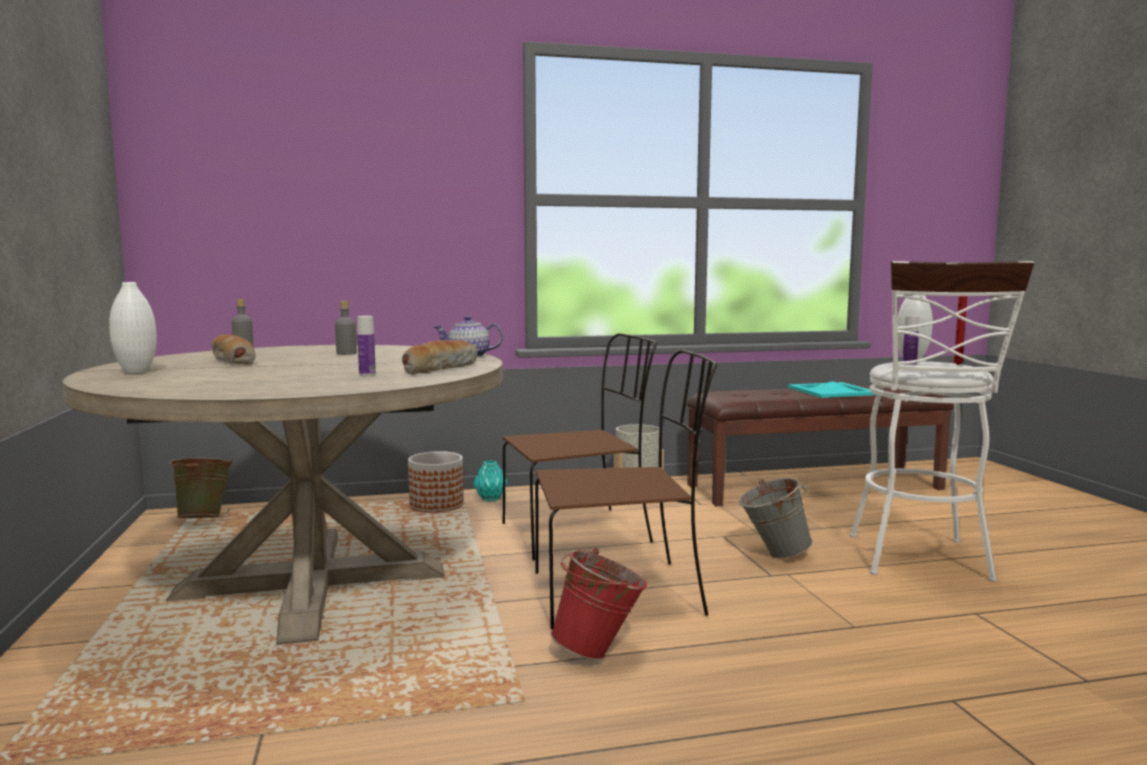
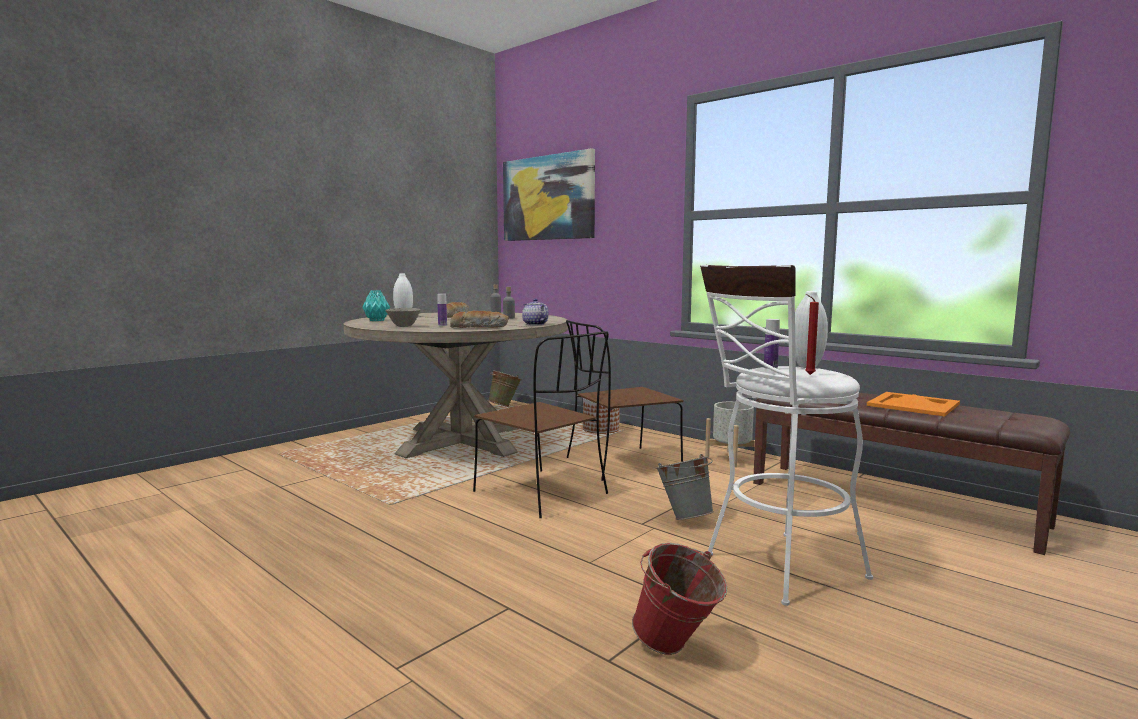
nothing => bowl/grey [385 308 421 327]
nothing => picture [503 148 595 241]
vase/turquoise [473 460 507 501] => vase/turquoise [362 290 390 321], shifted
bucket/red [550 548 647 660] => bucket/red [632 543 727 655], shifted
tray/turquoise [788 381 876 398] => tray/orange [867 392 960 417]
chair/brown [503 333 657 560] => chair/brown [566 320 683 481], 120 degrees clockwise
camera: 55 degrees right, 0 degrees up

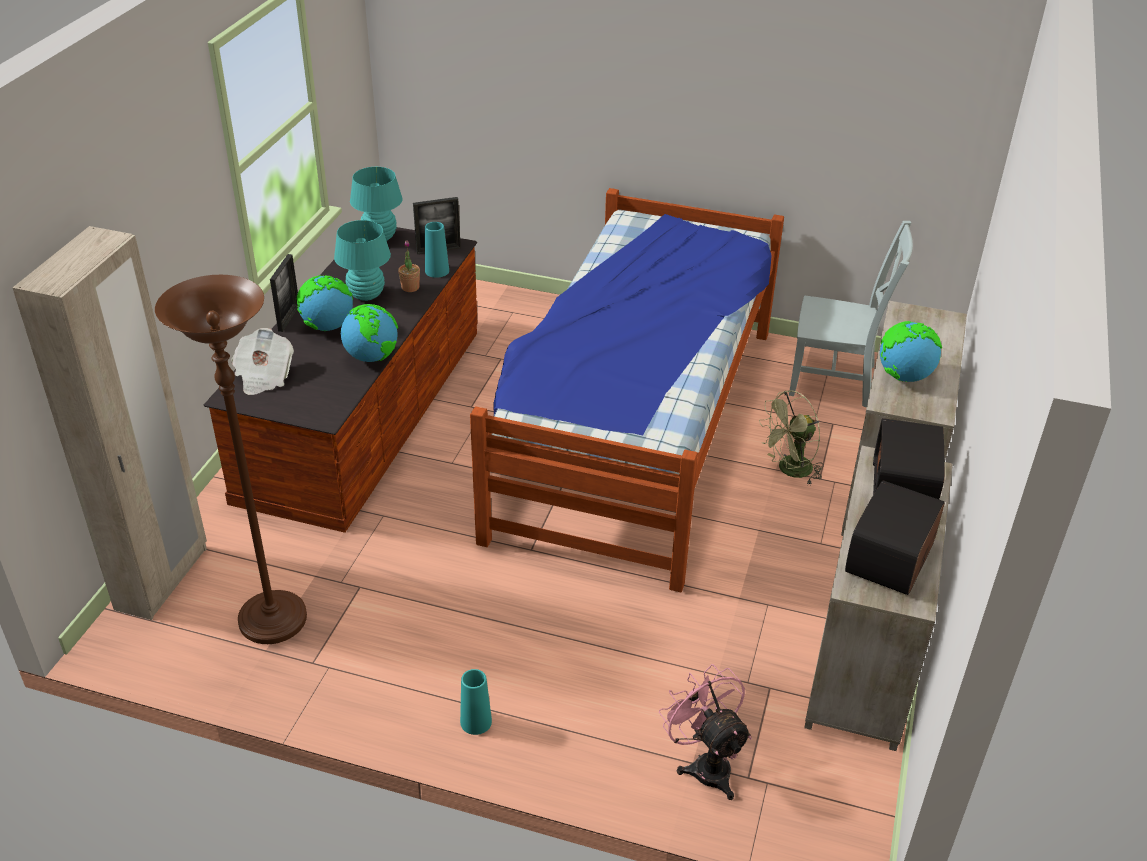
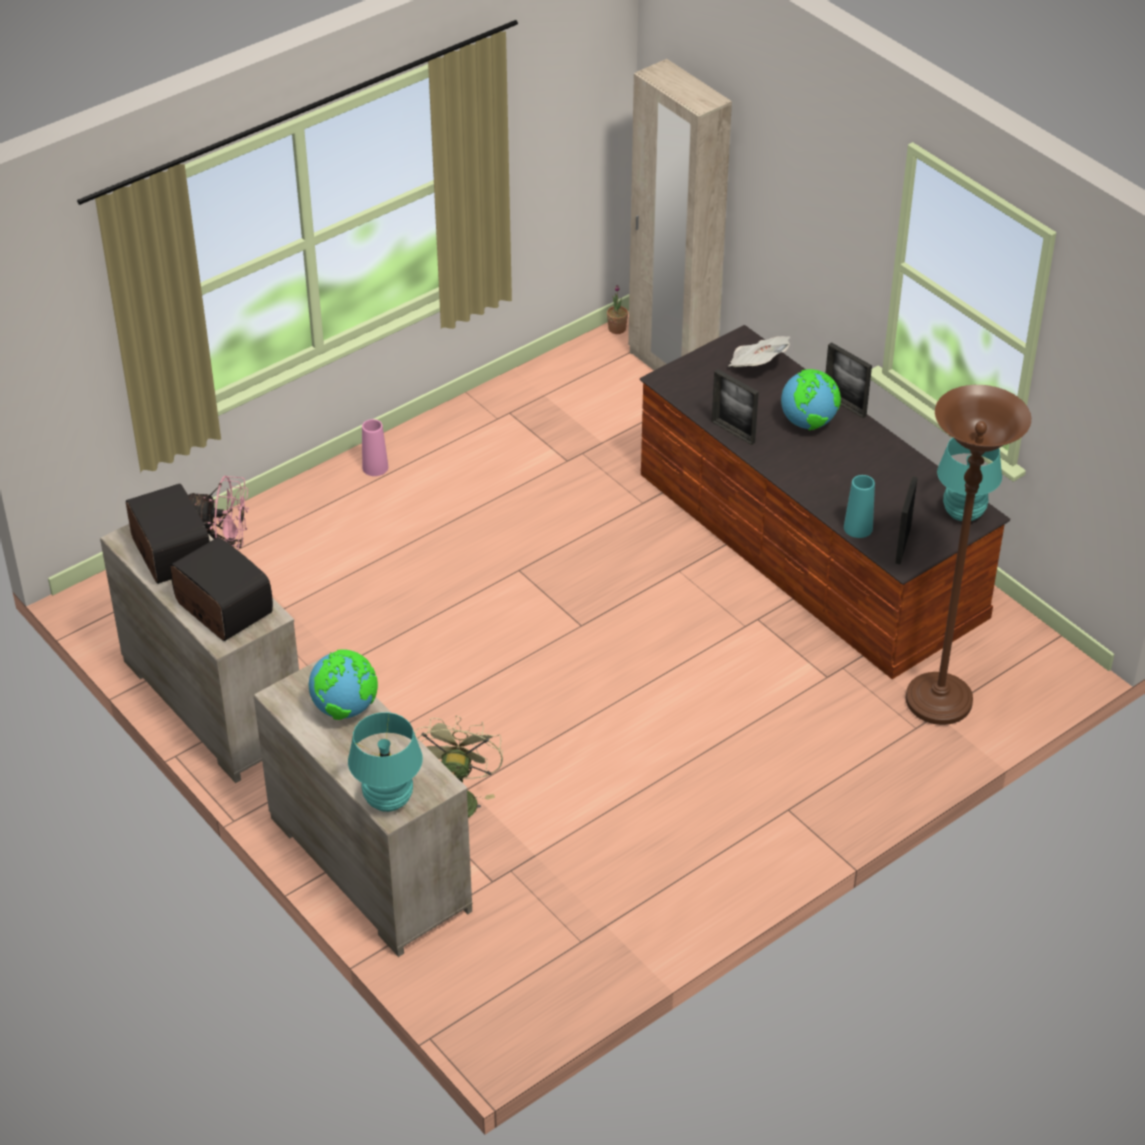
bed [470 188 784 592] => nothing
chair/grey [789 221 913 407] => nothing
floor lamp/brown [155 275 307 644] => floor lamp/brown [906 385 1031 725], shifted
table lamp/turquoise [334 220 391 301] => table lamp/turquoise [348 712 423 812], shifted
potted plant [398 240 420 292] => potted plant [607 285 628 334], shifted
globe [341 304 398 362] => picture frame [712 369 759 445]
vase/turquoise [460 669 492 735] => vase/pink [362 419 388 476]
camera: 125 degrees right, 5 degrees up

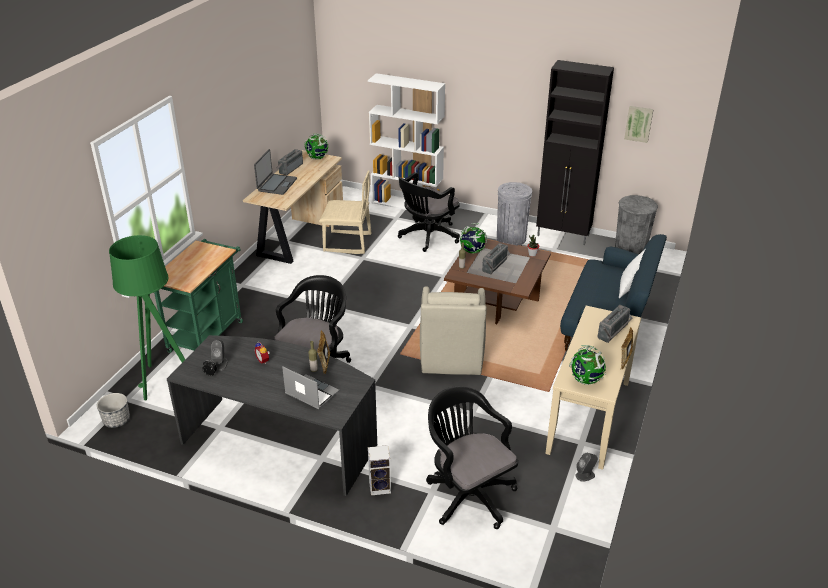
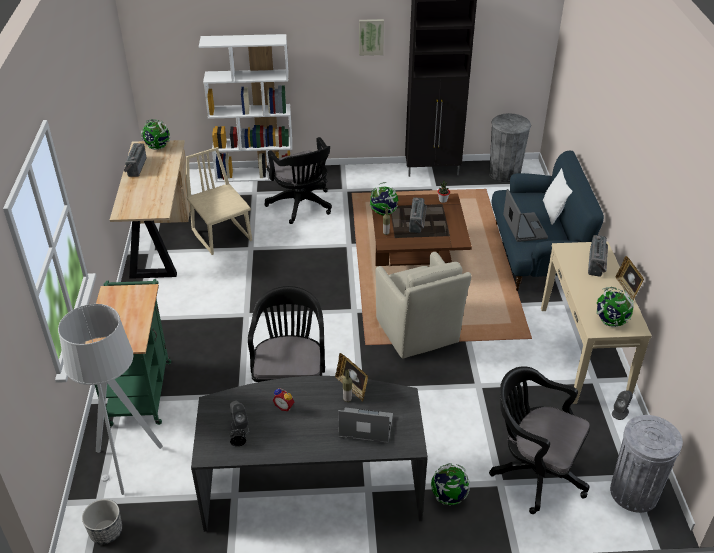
laptop [254 149 297 195] => laptop [503 189 548 242], shifted
trash can/grey [497 182 532 246] => trash can/grey [610 415 683 513], shifted
picture [624 106 654 143] => picture [359 19 384 56], shifted
speaker [368 445 391 496] => globe [431 463 470 506]
floor lamp/green [109 235 185 400] => floor lamp/grey [58 304 163 495]
chair/beige [319 171 372 254] => chair/beige [186 147 252 255], 105 degrees counterclockwise
office chair/black [398 172 460 252] => office chair/black [265 137 332 224], 45 degrees counterclockwise
camera: 25 degrees left, 5 degrees up

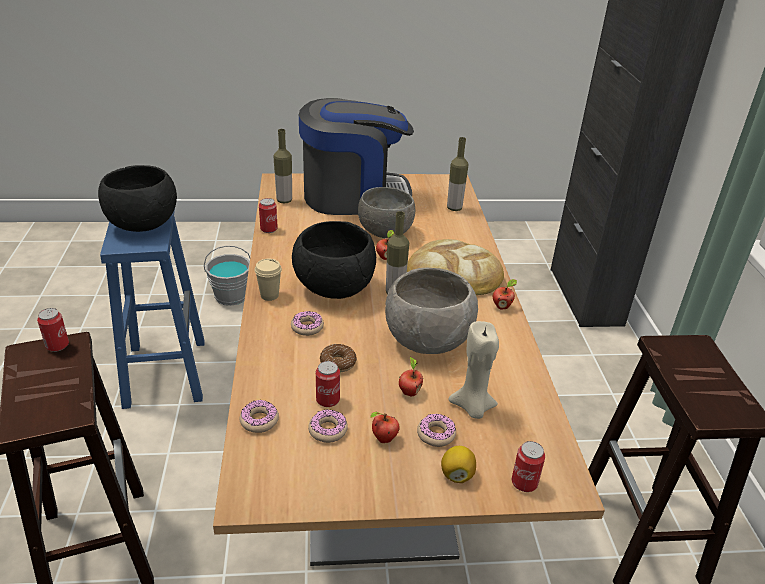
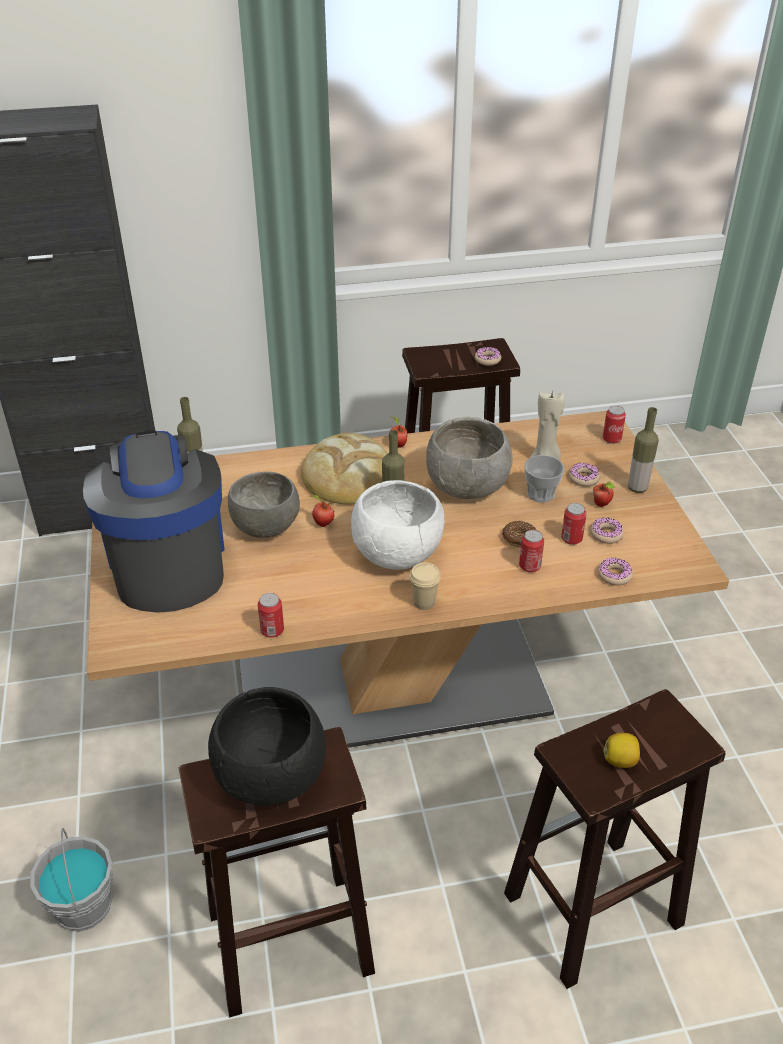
can [37 308 69 352] => can [519 530 544 572], shifted
bottle [273 129 292 204] => bottle [628 407 659 493], shifted
donut [291 311 324 336] => donut [475 347 501 366], shifted
lemon [441 446 476 483] => lemon [603 733 640 768], shifted
apple [399 357 423 396] => cup [524 455 564 503]
stool/blue [100 209 205 409] => stool/brown [179 727 375 1017]
bowl/black [292 221 376 299] => bowl/white [351 480 444 570]
camera: 95 degrees left, 5 degrees up

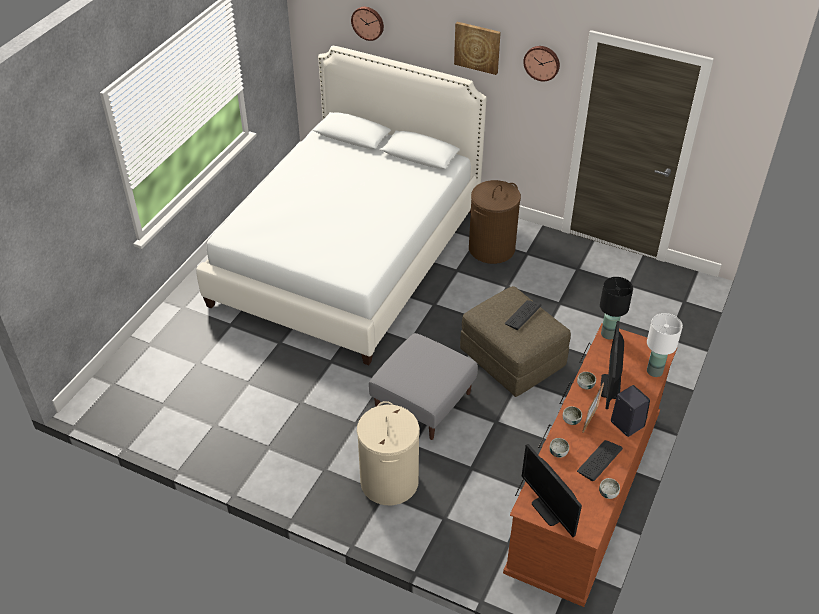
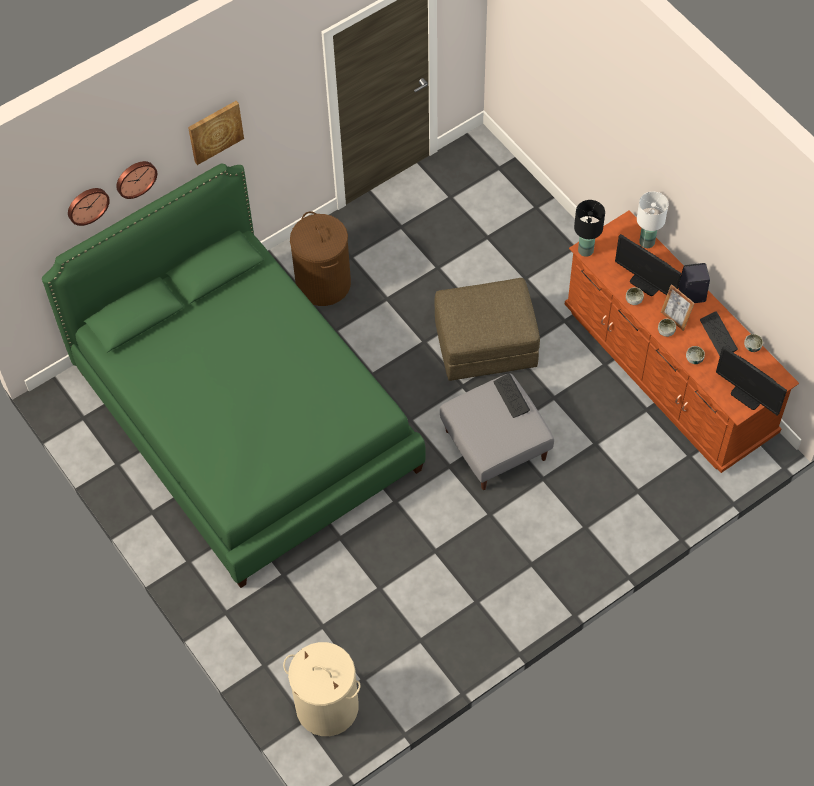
laundry basket/beige [357 401 420 505] => laundry basket/beige [283 642 360 736], shifted
keyboard [505 300 542 330] => keyboard [494 373 530 418], shifted
wall clock [523 46 560 82] => wall clock [116 161 157 199], shifted
bed/white [196 46 487 365] => bed/green [42 163 426 588]
monitor [522 444 582 537] => monitor [716 346 787 416], 45 degrees clockwise
camera: 60 degrees left, 15 degrees up

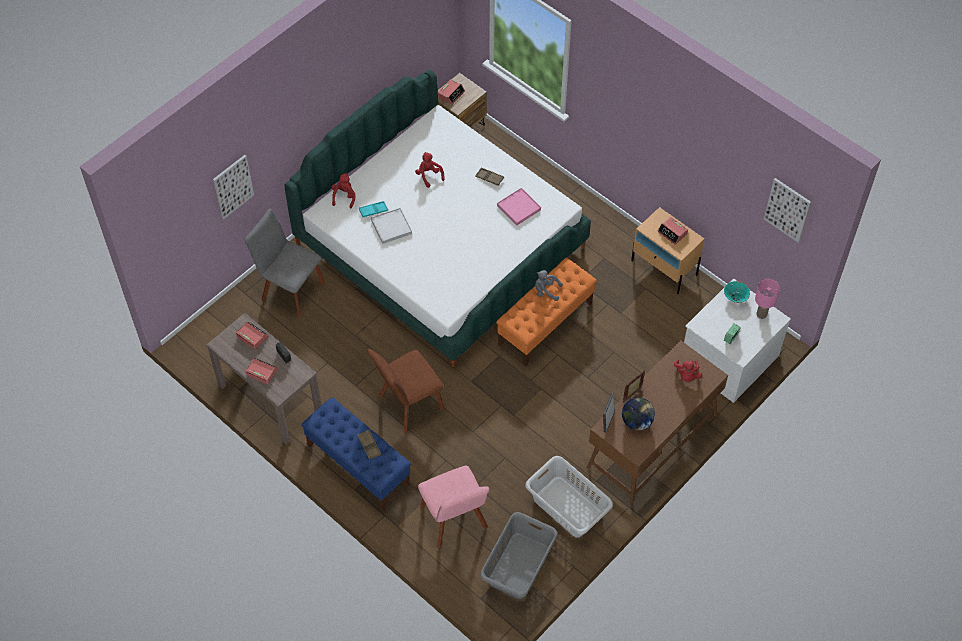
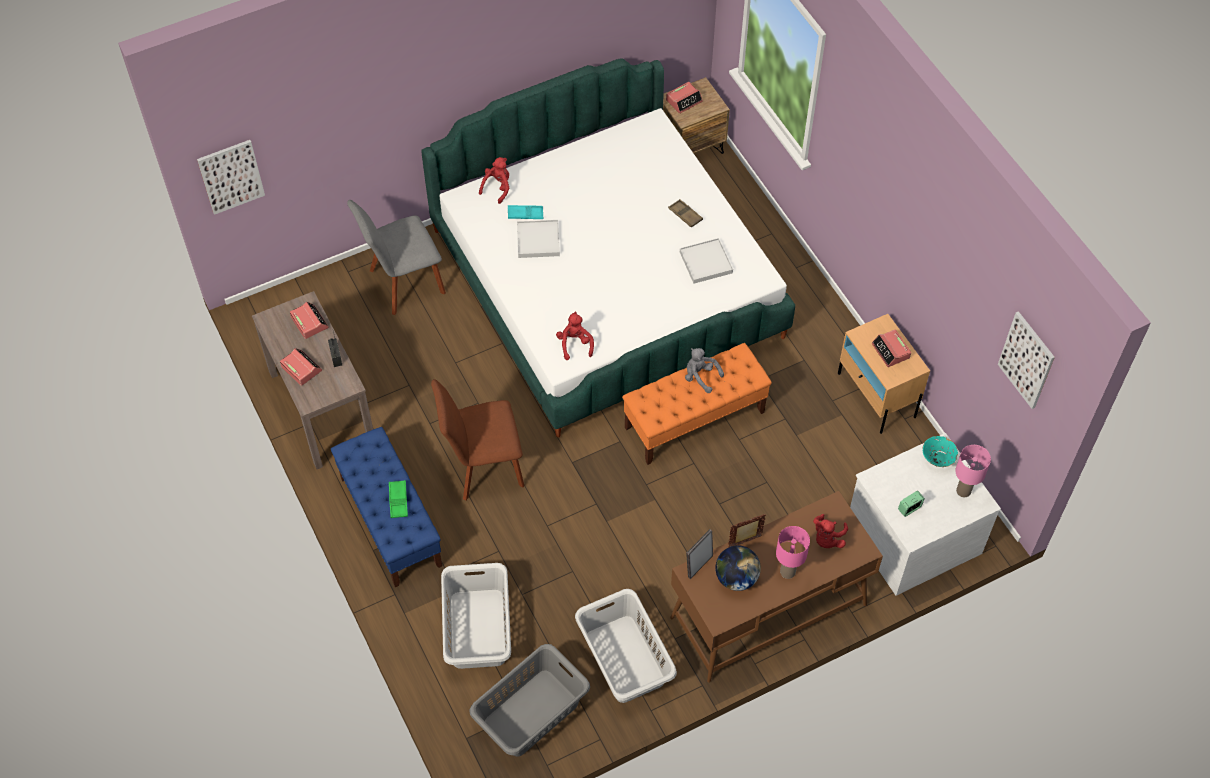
nothing => table lamp/pink [776 526 810 579]
picture [213 155 254 219] => picture [197 140 265 215], shifted
plush toy/red [415 152 445 188] => plush toy/red [556 312 594 360], shifted
chair/pink [418 466 489 548] => laundry basket/grey [441 563 511 669]
tray/brown [357 430 381 460] => tray/green [389 480 408 518]
tray/pink [497 188 541 226] => tray/white [680 238 733 284]
chair/grey [245 209 325 317] => chair/grey [347 200 446 315], 75 degrees counterclockwise
camera: 20 degrees right, 0 degrees up

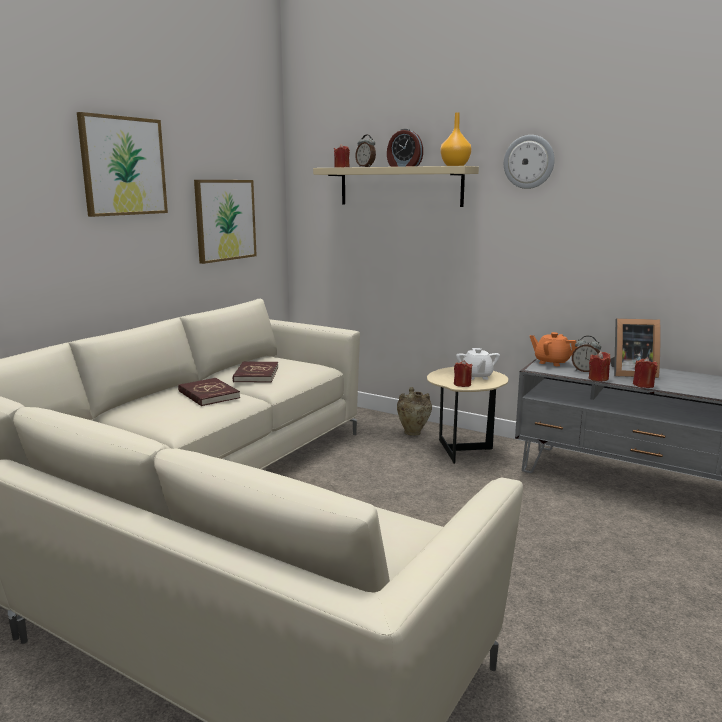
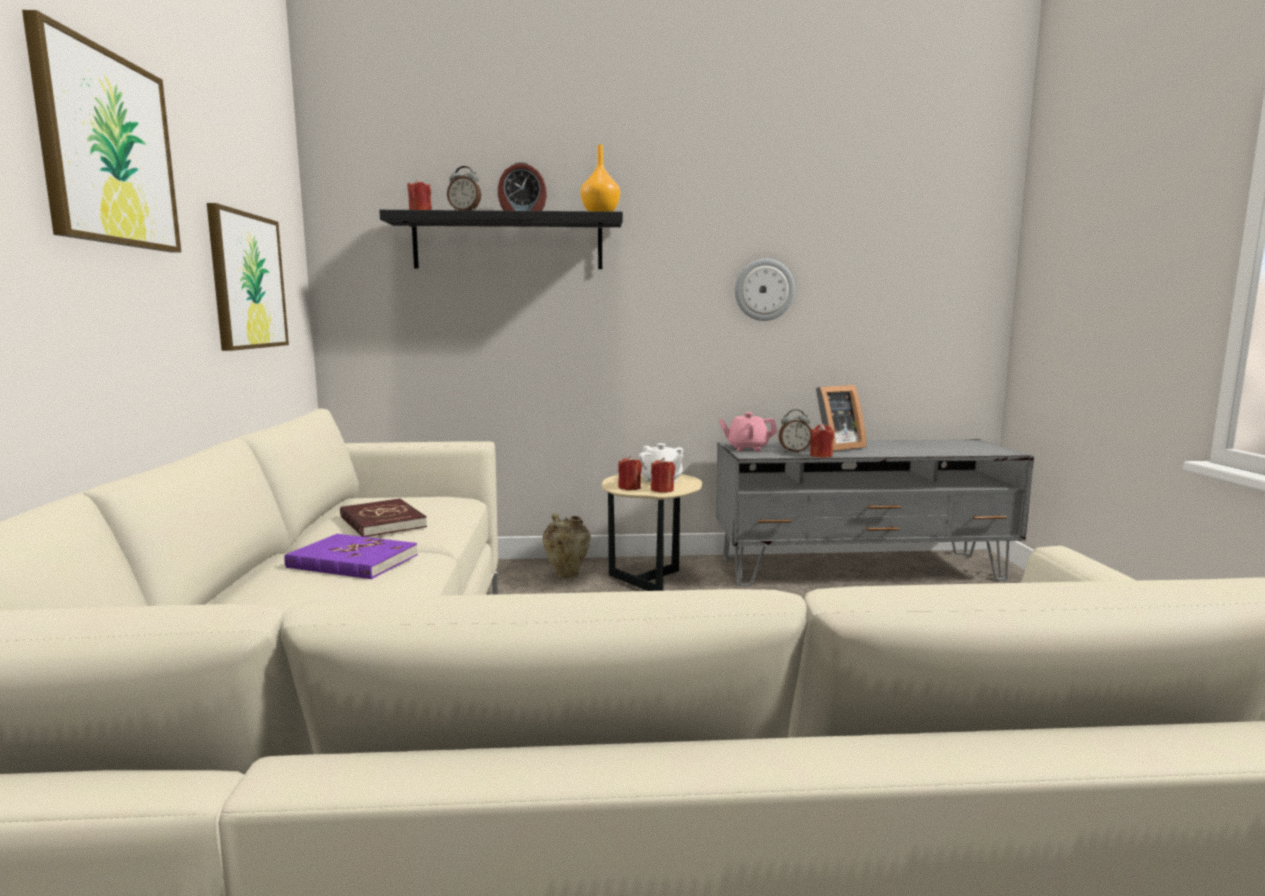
wall clock [504 135 555 189] => wall clock [735 259 795 321], shifted
candle/red [633 357 658 388] => candle/red [618 456 642 490], shifted
book/red [178 378 240 406] => book/purple [284 534 418 579]
shelf/beige [313 166 479 207] => shelf/black [379 210 623 269]
teapot/orange [530 332 577 366] => teapot/pink [719 412 777 451]
camera: 35 degrees left, 5 degrees down

